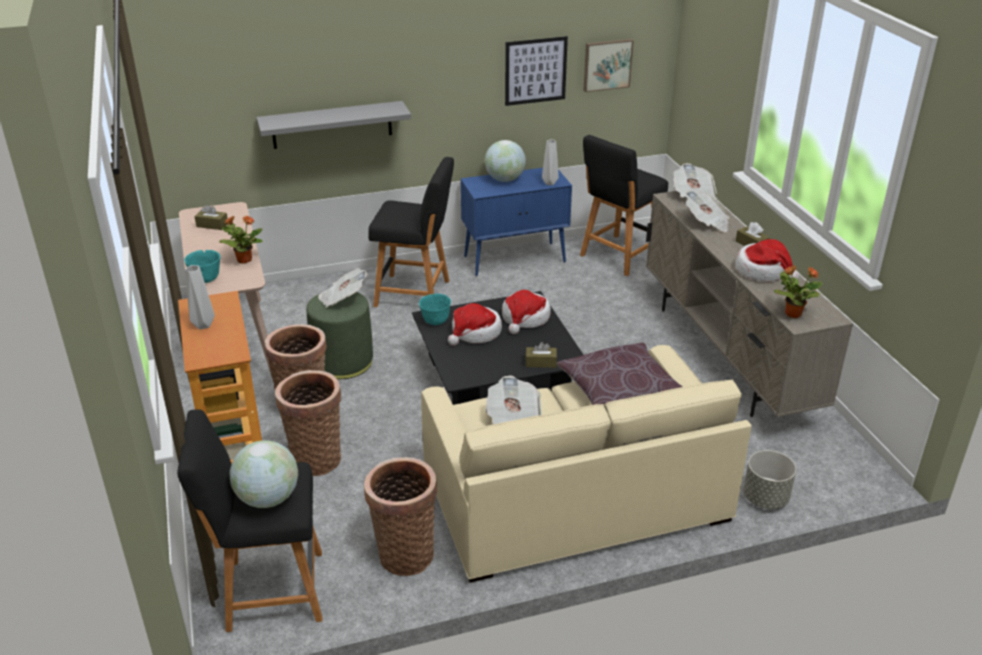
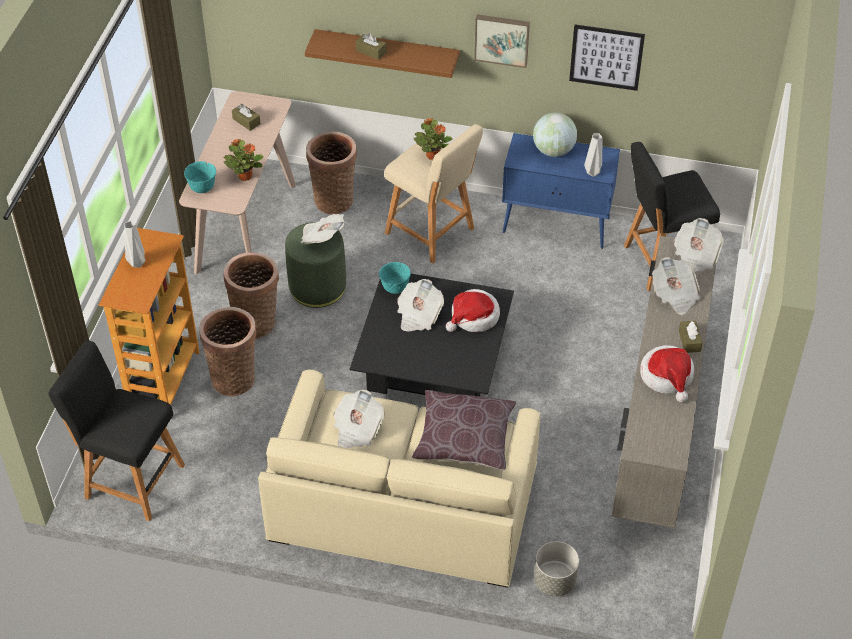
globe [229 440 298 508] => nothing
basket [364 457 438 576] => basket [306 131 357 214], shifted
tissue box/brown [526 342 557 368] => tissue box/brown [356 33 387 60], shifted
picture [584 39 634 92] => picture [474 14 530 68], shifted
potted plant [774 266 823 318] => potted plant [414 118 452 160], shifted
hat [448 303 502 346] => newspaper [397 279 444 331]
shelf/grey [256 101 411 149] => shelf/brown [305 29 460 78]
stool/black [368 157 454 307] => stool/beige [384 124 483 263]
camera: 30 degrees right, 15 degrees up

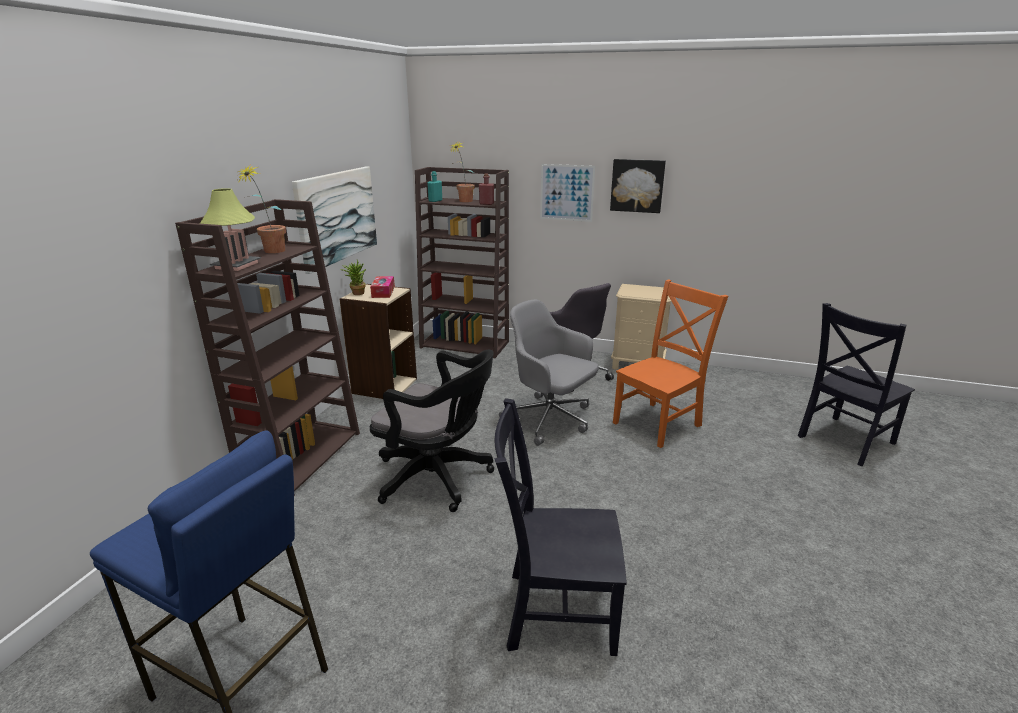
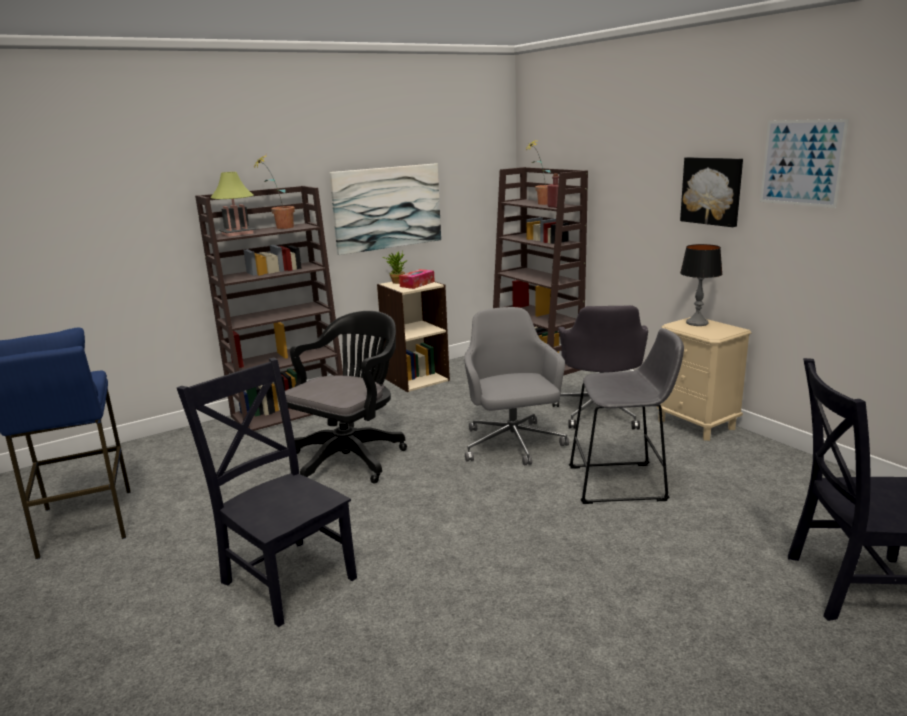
bottle/turquoise [427 171 442 202] => nothing
nothing => table lamp [680 244 723 326]
picture [540 164 595 222] => picture [760 119 849 208], shifted
chair/orange [613 279 728 448] => stool/grey [569 328 684 504]
office chair/black [370 350 494 512] => office chair/black [285 311 407 484], 120 degrees counterclockwise
camera: 40 degrees right, 5 degrees down

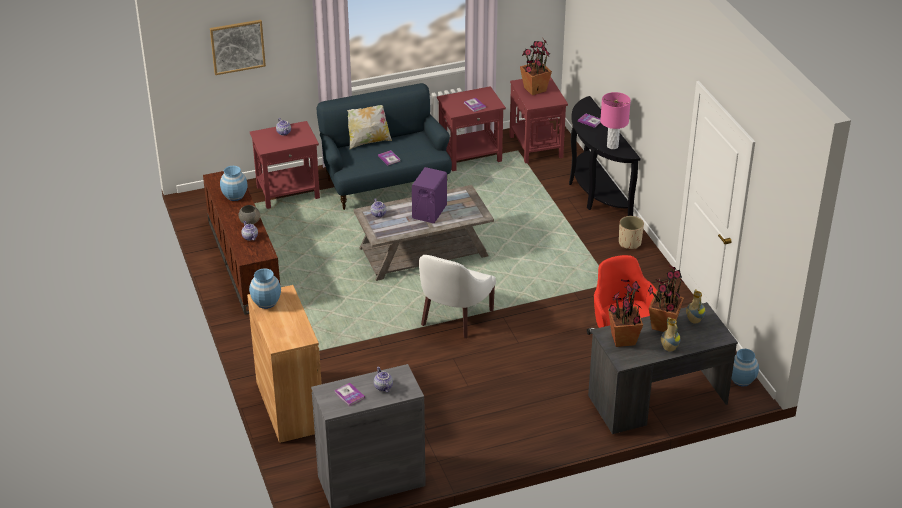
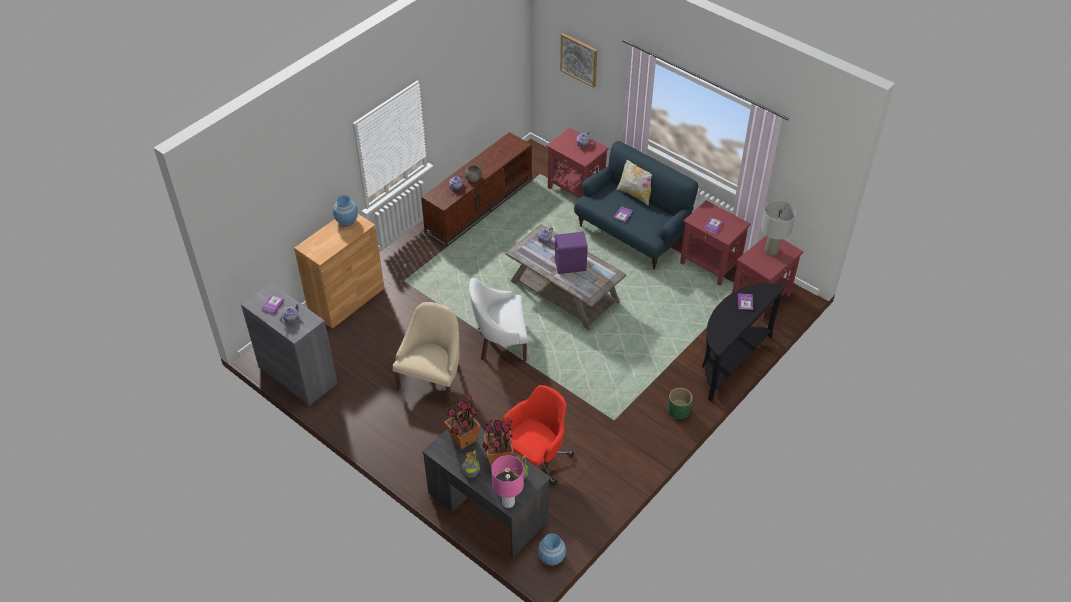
vase/blue [220 166 248 201] => nothing
nothing => armchair/beige [393 302 461 404]
table lamp/pink [600 92 631 149] => table lamp/pink [491 455 524 508], shifted
potted plant [520 39 552 95] => table lamp/grey [761 201 796 256]
planter/beige [619 216 644 249] => planter/green [668 388 693 419]
camera: 60 degrees right, 10 degrees up

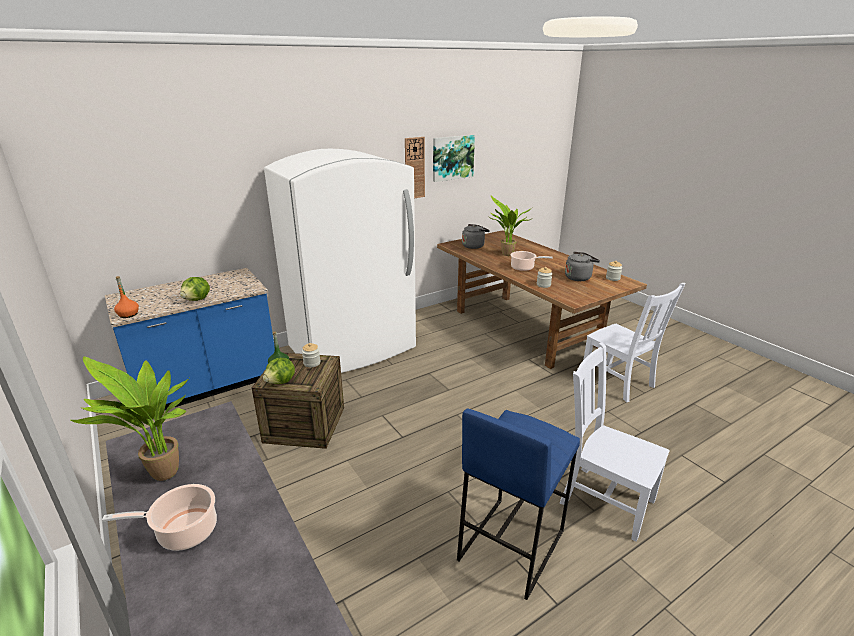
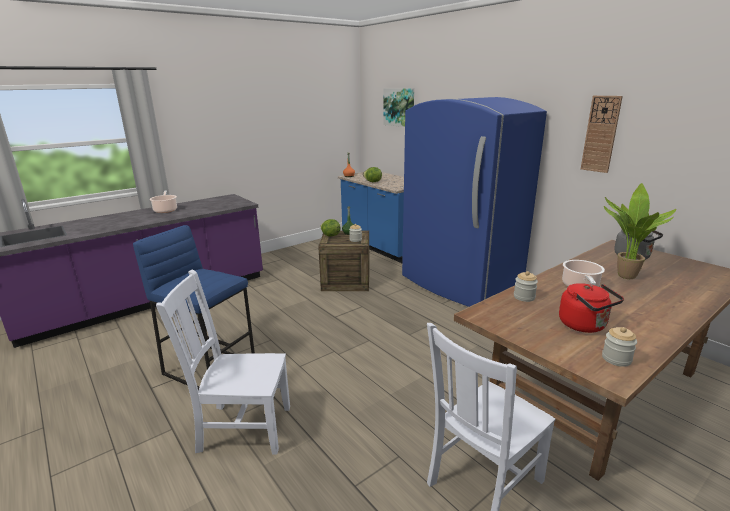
potted plant [71 357 189 481] => nothing
picture [433 135 475 182] => picture [383 88 414 127], shifted
fridge/white [264 149 416 373] => fridge/blue [402 97 547 307]
kettle/grey [565 252 600 281] => kettle/red [559 283 624 333]
chair/white [560 342 670 542] => chair/white [156 270 290 455], 120 degrees counterclockwise
camera: 85 degrees right, 5 degrees down

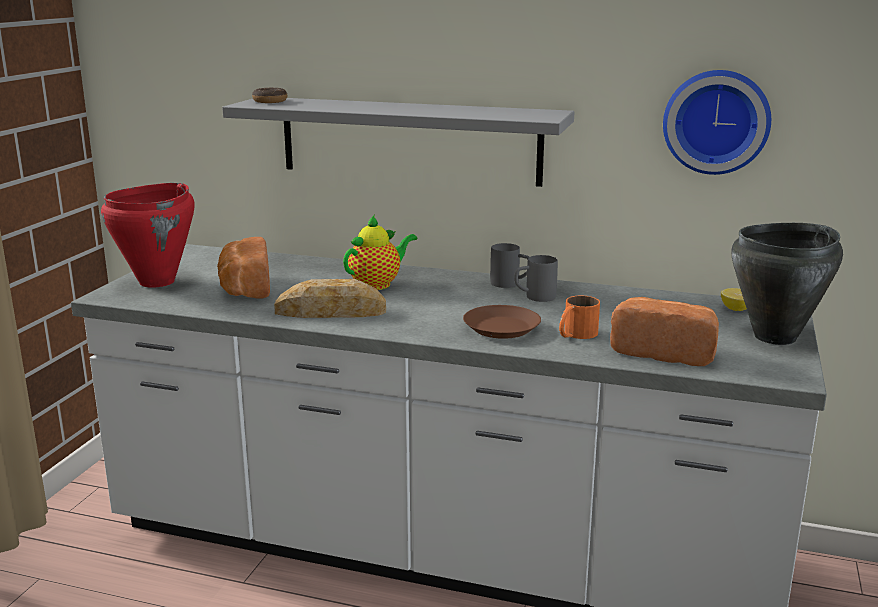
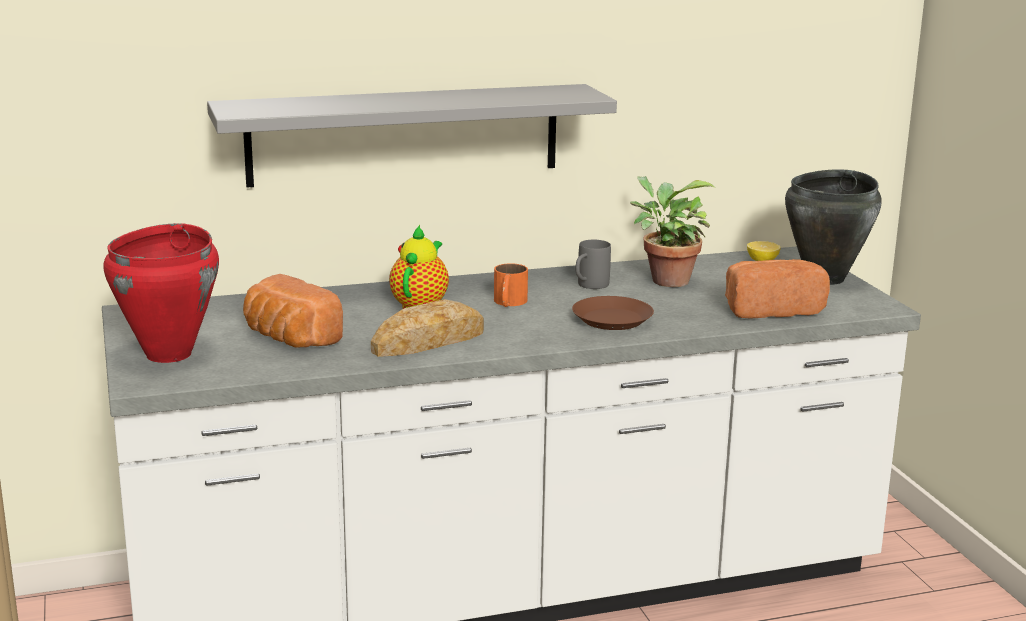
donut [252 87 287 103] => nothing
mug/grey [490 243 529 288] => nothing
wall clock [663 70 771 175] => nothing
nothing => potted plant [630 176 715 287]
mug/orange [559 295 600 339] => mug/orange [494 263 528 307], shifted
camera: 35 degrees left, 0 degrees up

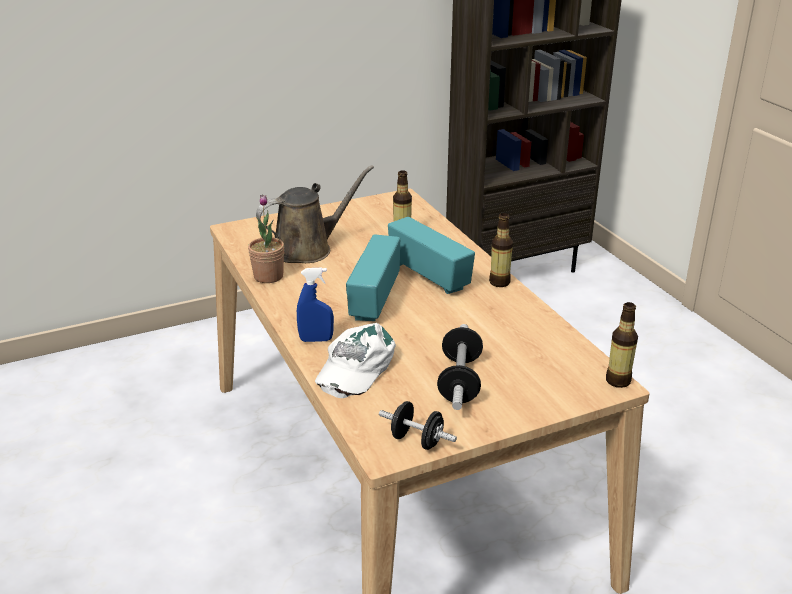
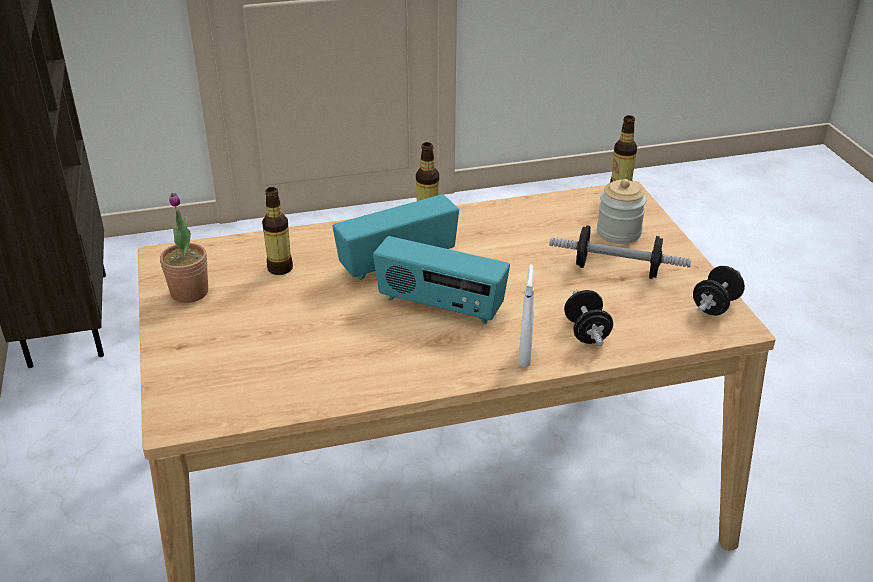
watering can/brown [256 165 374 263] => nothing
nothing => jar [597 179 646 244]
potted plant [248 194 284 283] => potted plant [160 193 208 303], shifted
cap/white [315 323 396 398] => dumbbell/black [564 290 613 346]
spray bottle/blue [297 267 334 342] => spray bottle/white [518 264 534 367]
camera: 80 degrees left, 5 degrees up

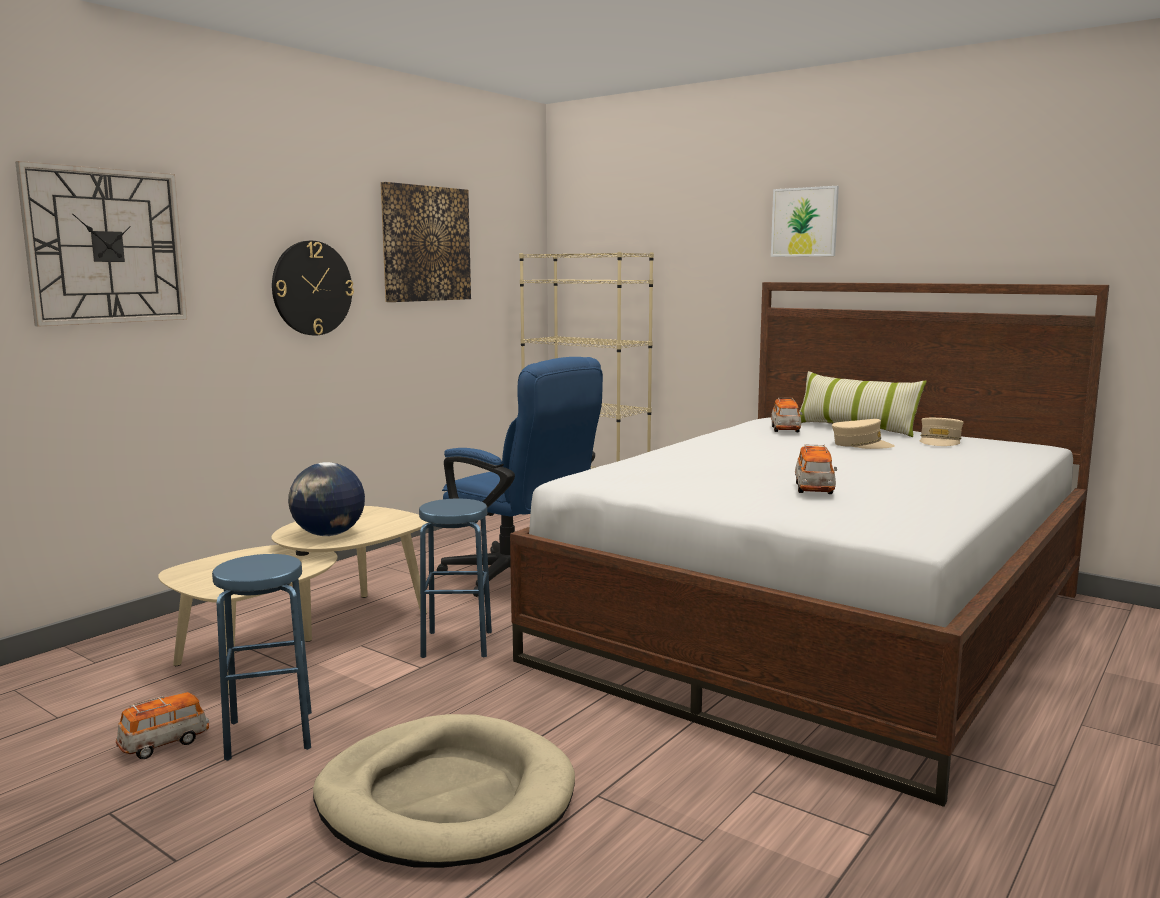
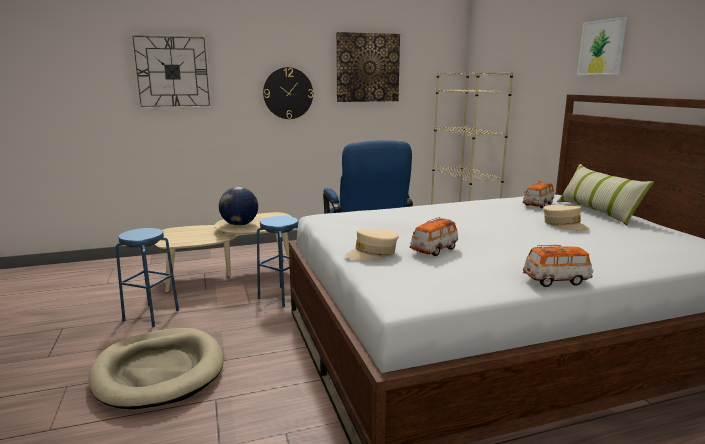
toy car [116 692 209 759] => toy car [523 245 593 287], shifted
cap/beige [920 418 964 446] => cap/beige [345 229 399 260], shifted
camera: 35 degrees right, 5 degrees up

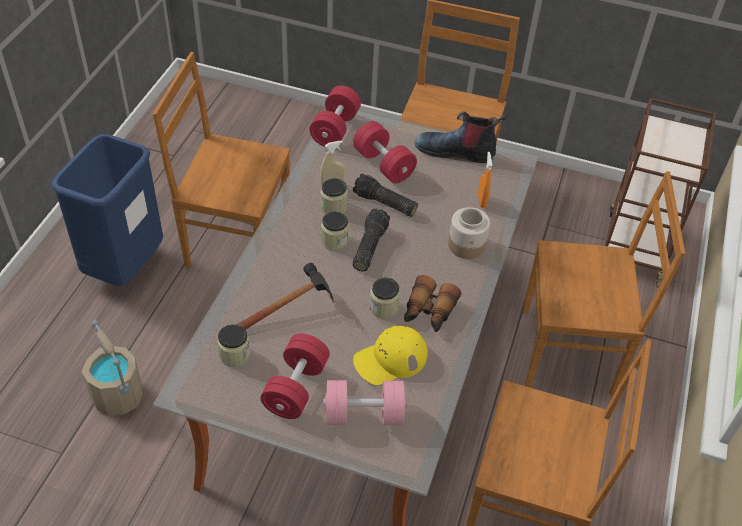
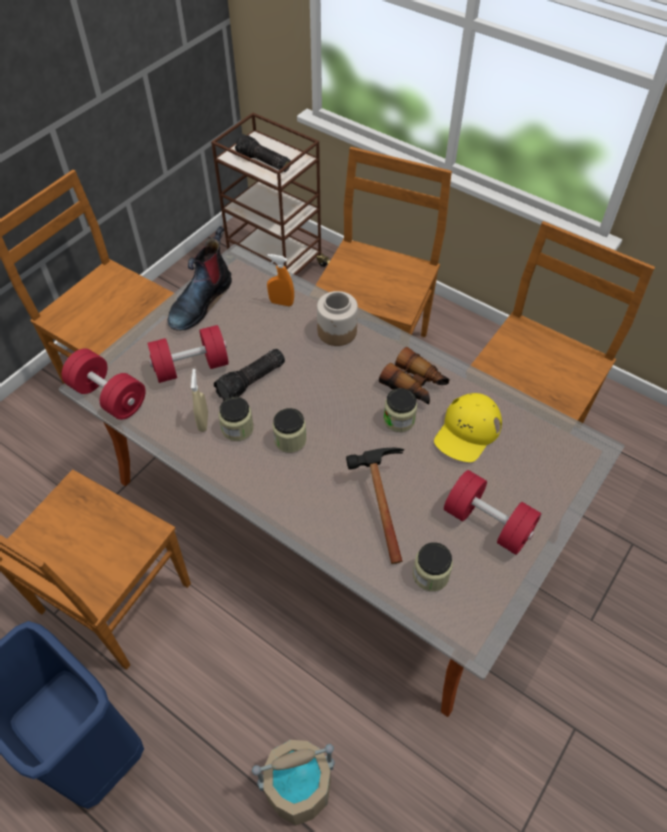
dumbbell/pink [323 380 407 425] => nothing
flashlight [353 209 390 271] => flashlight [235 134 291 172], shifted
cap/yellow [353 326 428 385] => cap/yellow [434 393 502 462], 45 degrees clockwise
camera: 70 degrees left, 5 degrees up

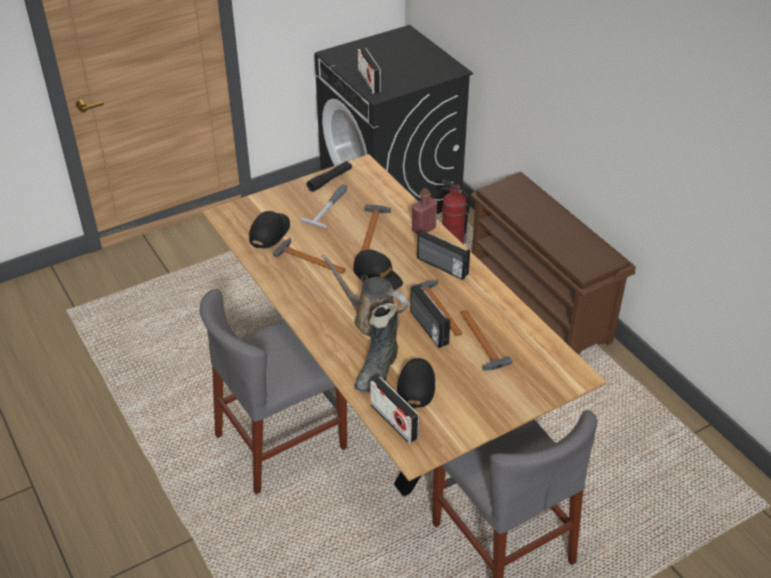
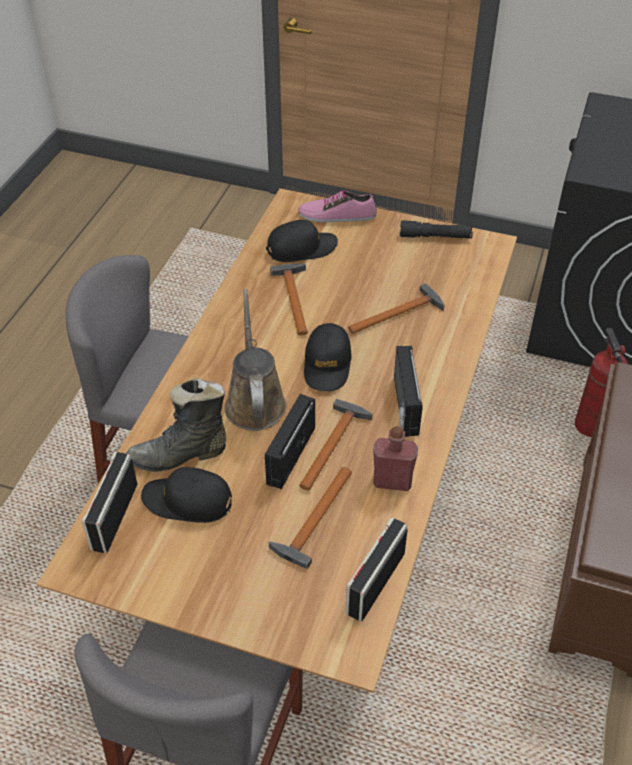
hammer [299 184 347 229] => nothing
nothing => shoe [299 190 377 222]
radio [358 48 381 94] => radio [345 517 408 621], shifted
bottle/red [412 188 437 235] => bottle/red [373 426 418 491], shifted
cap/black [397 358 435 408] => cap/black [141 467 232 523], 135 degrees counterclockwise
camera: 50 degrees right, 5 degrees up

